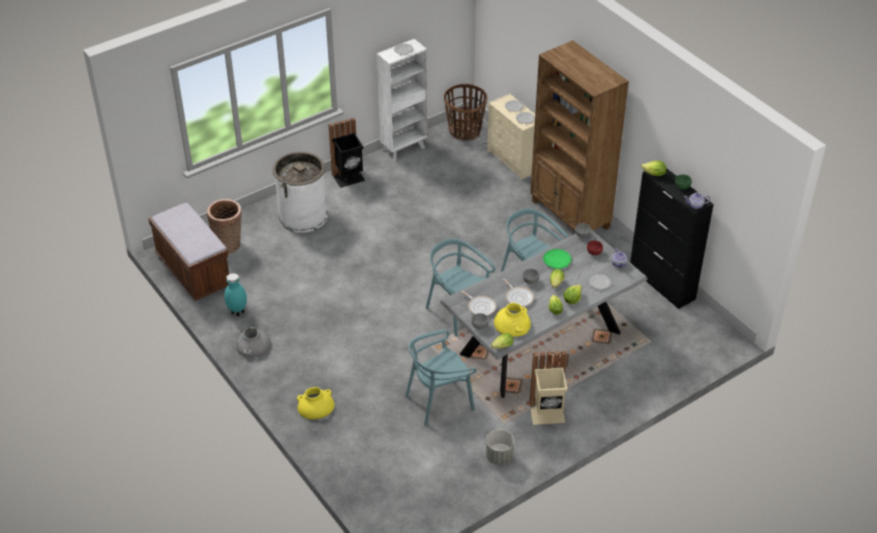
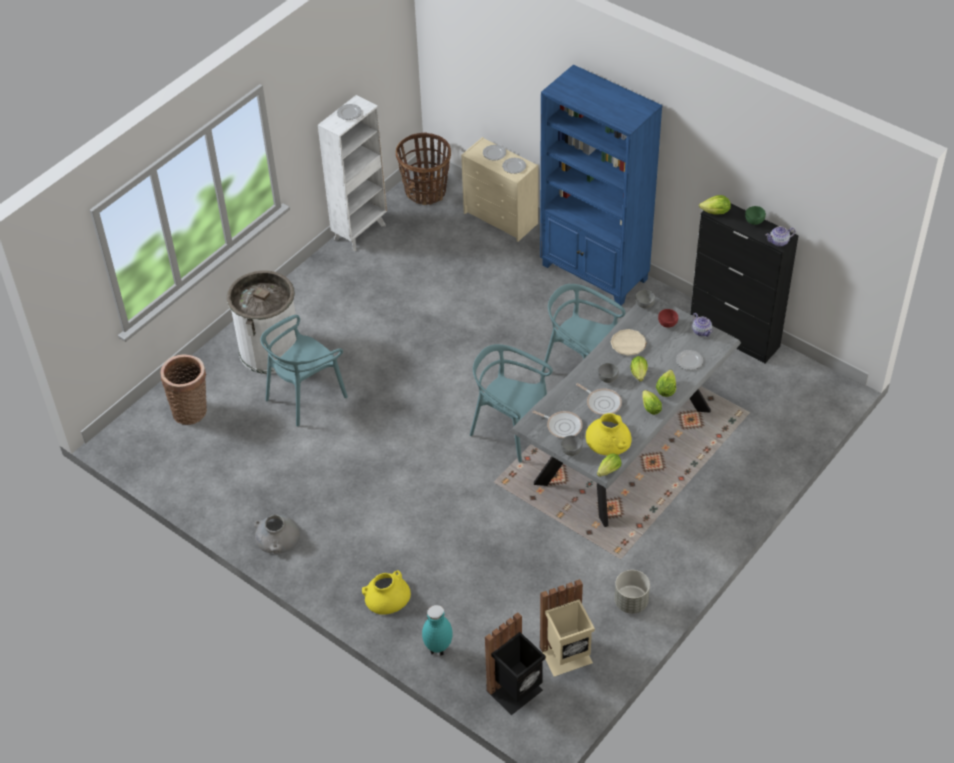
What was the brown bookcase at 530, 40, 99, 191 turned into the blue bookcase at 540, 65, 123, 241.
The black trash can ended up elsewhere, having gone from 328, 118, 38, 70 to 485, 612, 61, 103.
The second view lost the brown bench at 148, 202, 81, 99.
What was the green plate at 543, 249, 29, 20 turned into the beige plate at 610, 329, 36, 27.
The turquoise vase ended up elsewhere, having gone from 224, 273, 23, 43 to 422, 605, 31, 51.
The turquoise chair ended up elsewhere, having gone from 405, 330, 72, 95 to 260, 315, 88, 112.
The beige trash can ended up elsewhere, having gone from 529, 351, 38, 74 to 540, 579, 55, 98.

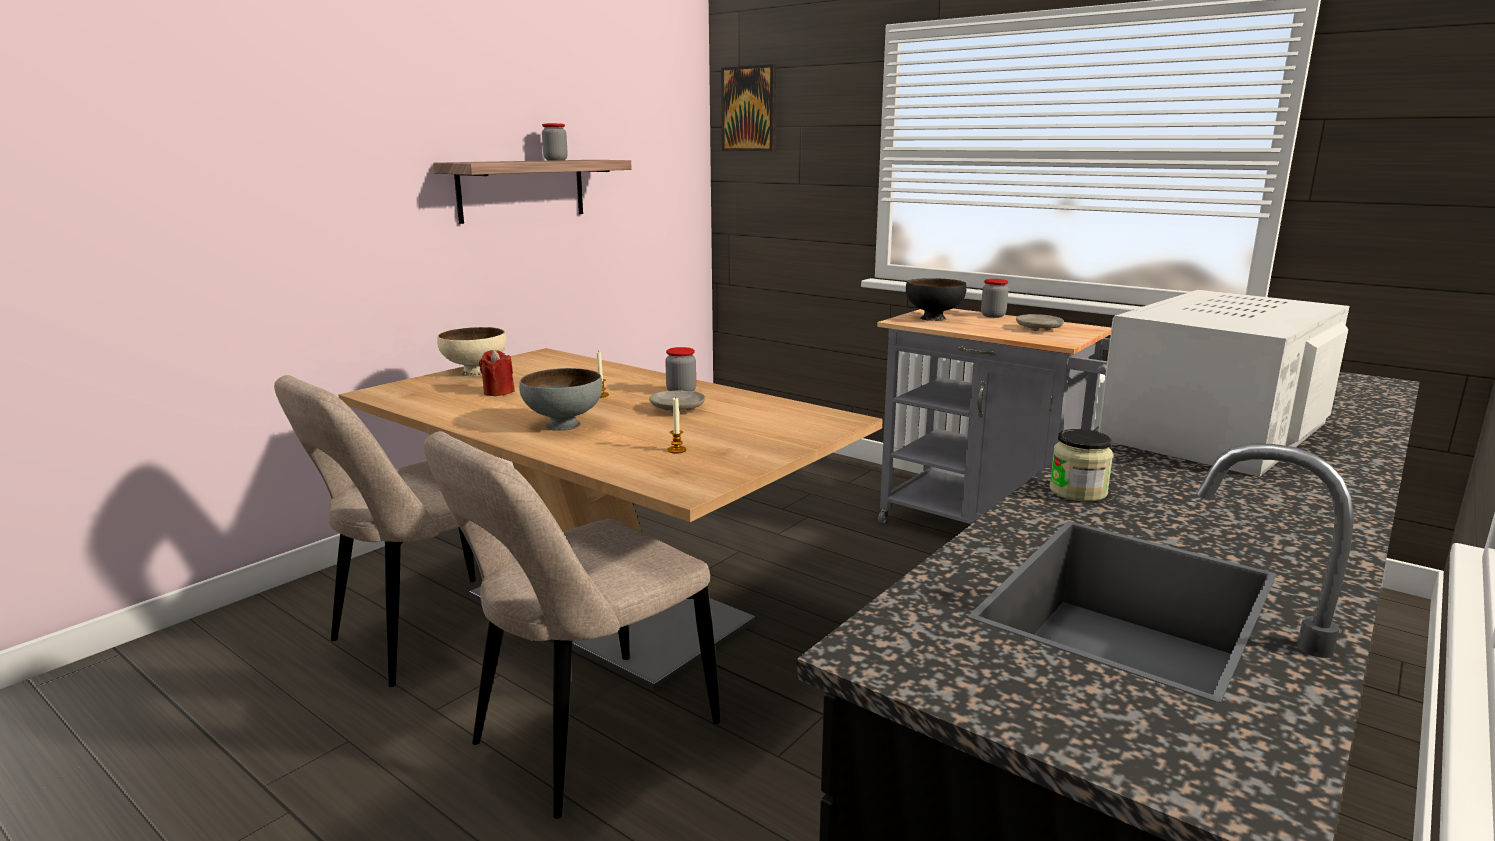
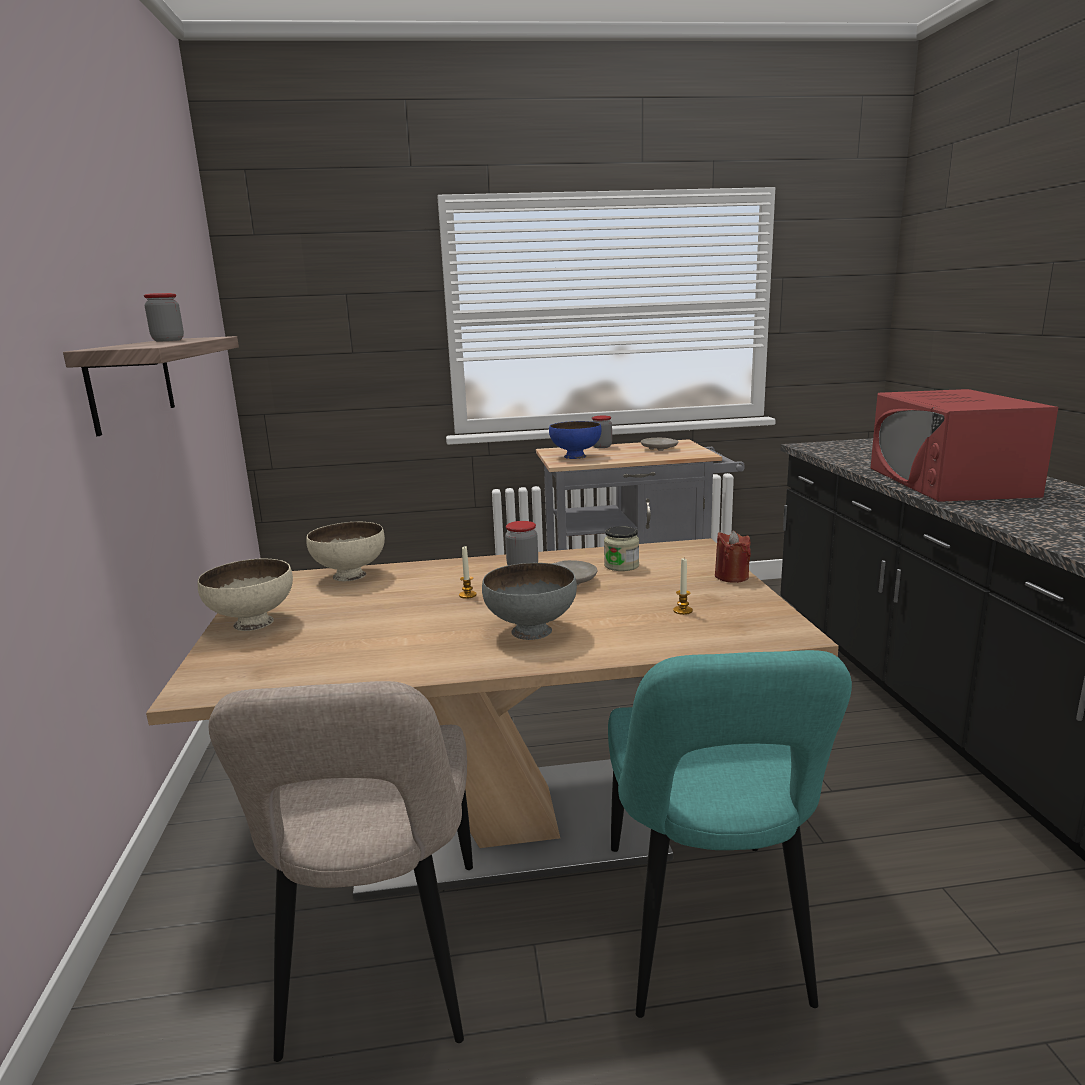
The second view lost the picture at 721, 64, 55, 87.
What was the black bowl at 906, 278, 61, 43 turned into the blue bowl at 549, 421, 52, 38.
What was the white microwave at 1098, 290, 252, 187 turned into the red microwave at 870, 389, 188, 113.
The red candle ended up elsewhere, having gone from 479, 350, 36, 46 to 715, 530, 36, 53.
The jar ended up elsewhere, having gone from 1050, 429, 63, 73 to 604, 526, 35, 45.
What was the beige chair at 423, 431, 297, 388 turned into the turquoise chair at 608, 650, 244, 368.
The second view gained the beige bowl at 306, 522, 79, 59.

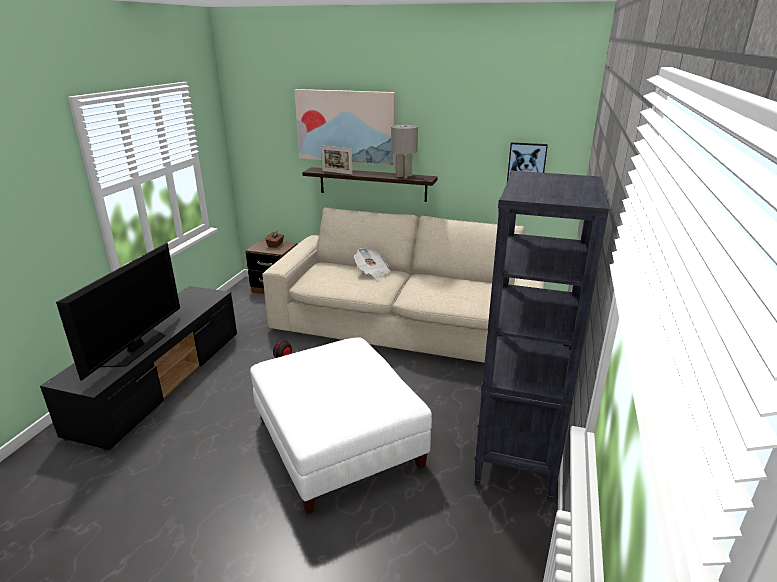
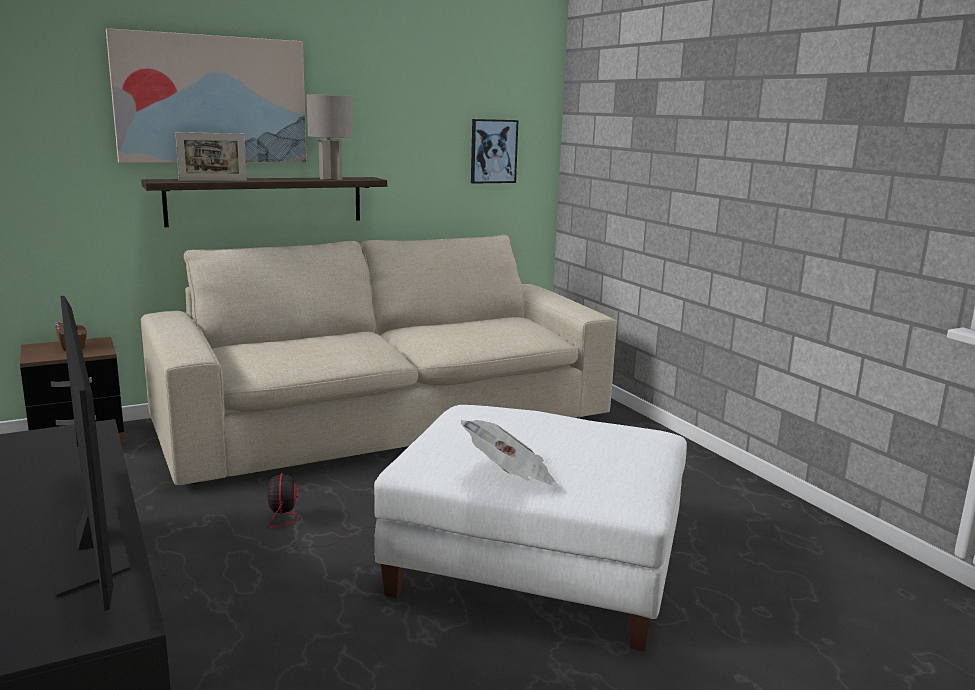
The second view lost the black bookcase at 474, 171, 135, 331.
The newspaper ended up elsewhere, having gone from 354, 248, 37, 32 to 461, 420, 97, 66.

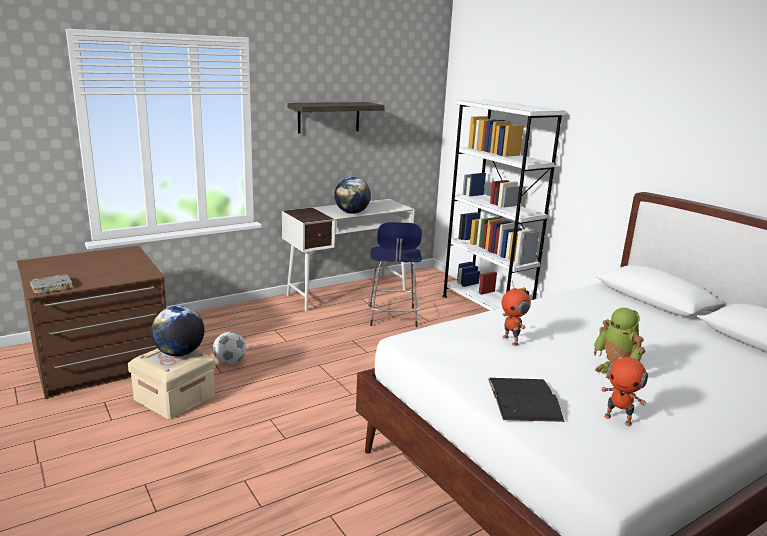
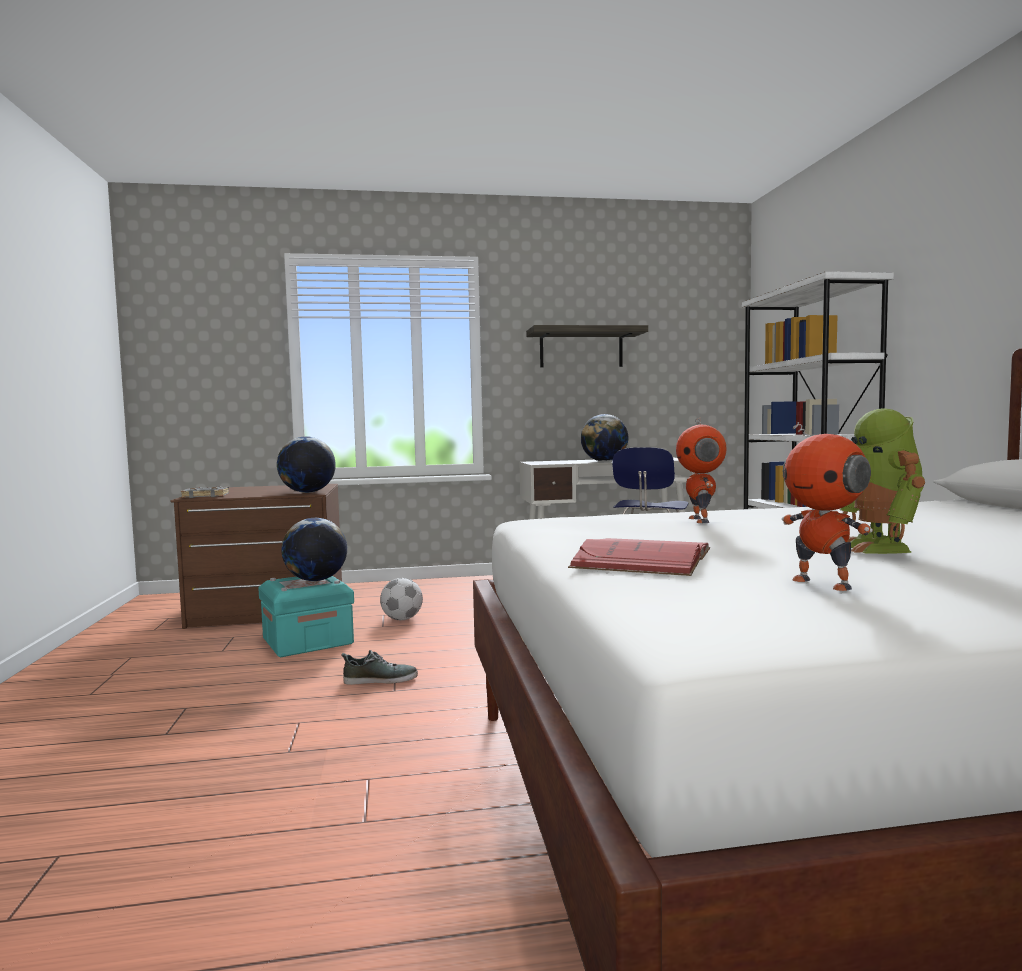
What was the beige storage box at 128, 348, 87, 72 turned into the turquoise storage box at 258, 576, 96, 81.
What was the black book at 488, 378, 77, 44 turned into the red book at 568, 538, 142, 38.
The second view gained the globe at 277, 436, 59, 57.
The second view gained the shoe at 341, 650, 77, 35.

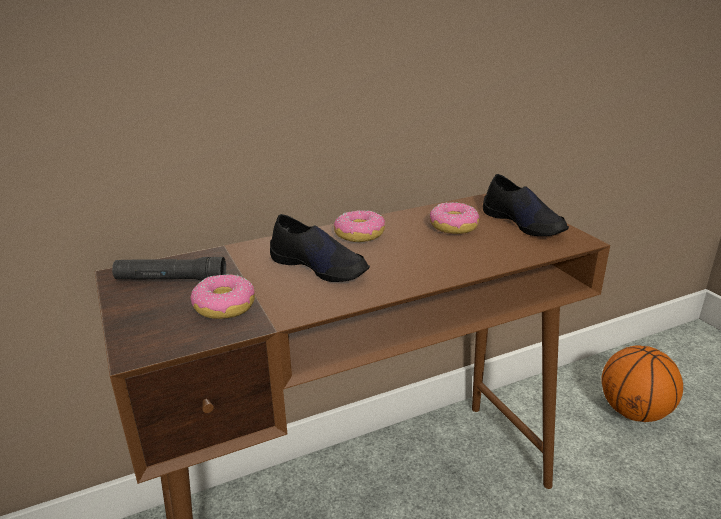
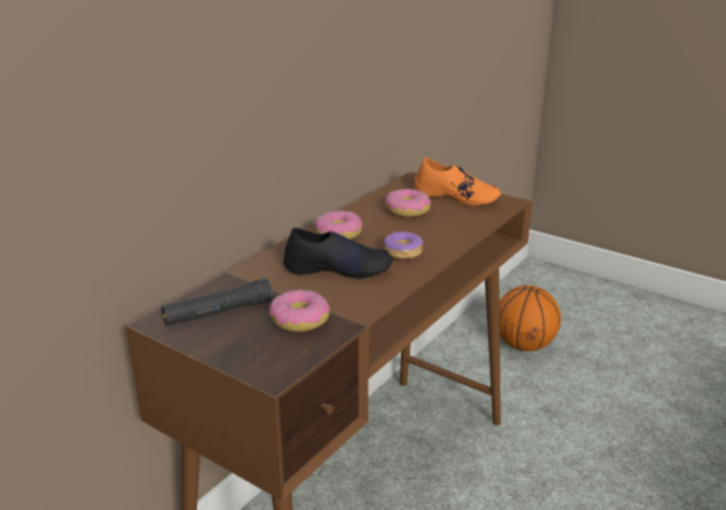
What was the black shoe at 483, 174, 86, 62 turned into the orange shoe at 414, 158, 87, 48.
The second view gained the donut at 384, 231, 39, 28.

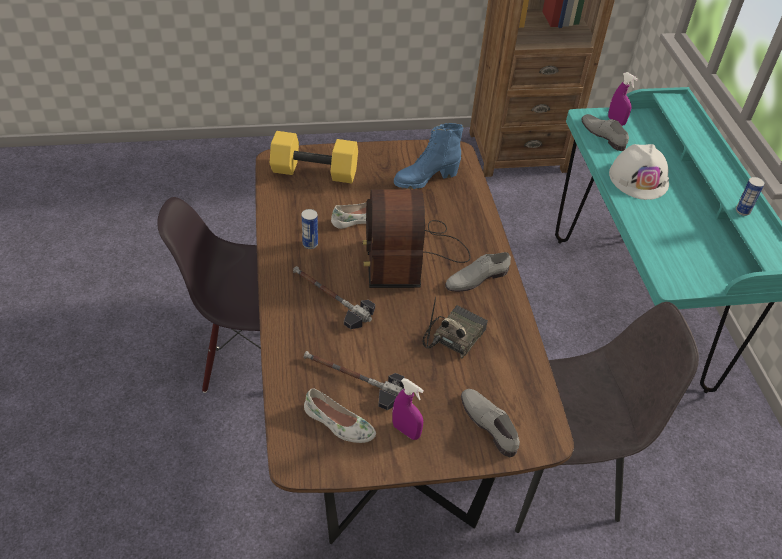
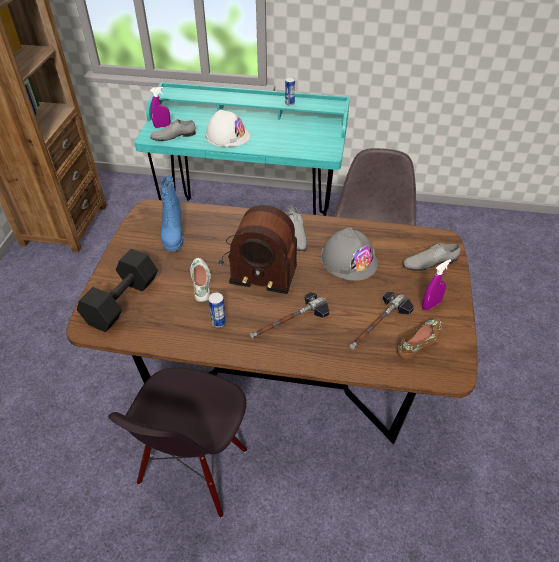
What was the yellow dumbbell at 270, 131, 88, 52 turned into the black dumbbell at 77, 249, 81, 83.
Where the radio stood at 422, 297, 66, 62, the grey hard hat came to stand at 321, 227, 57, 54.
What was the white shoe at 304, 388, 72, 55 turned into the brown shoe at 397, 319, 46, 40.

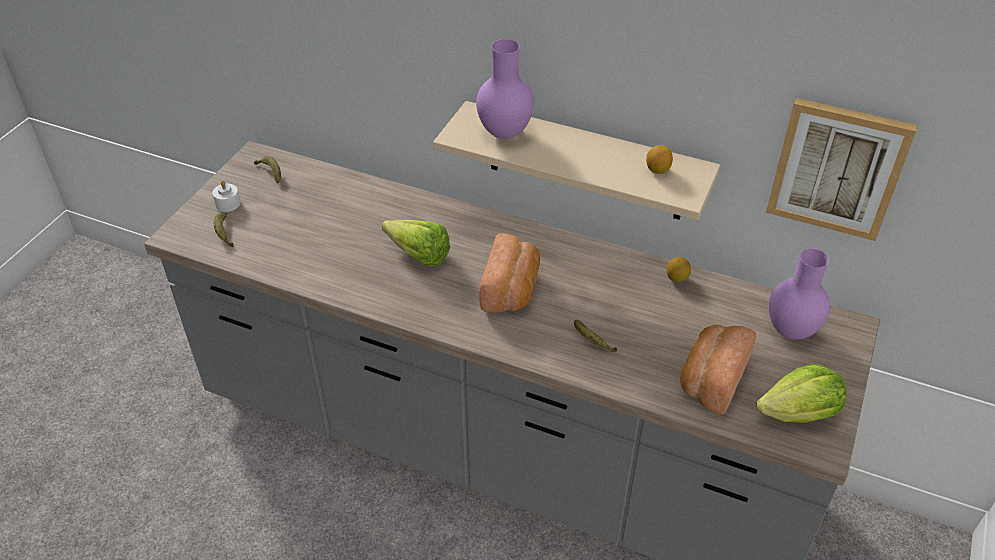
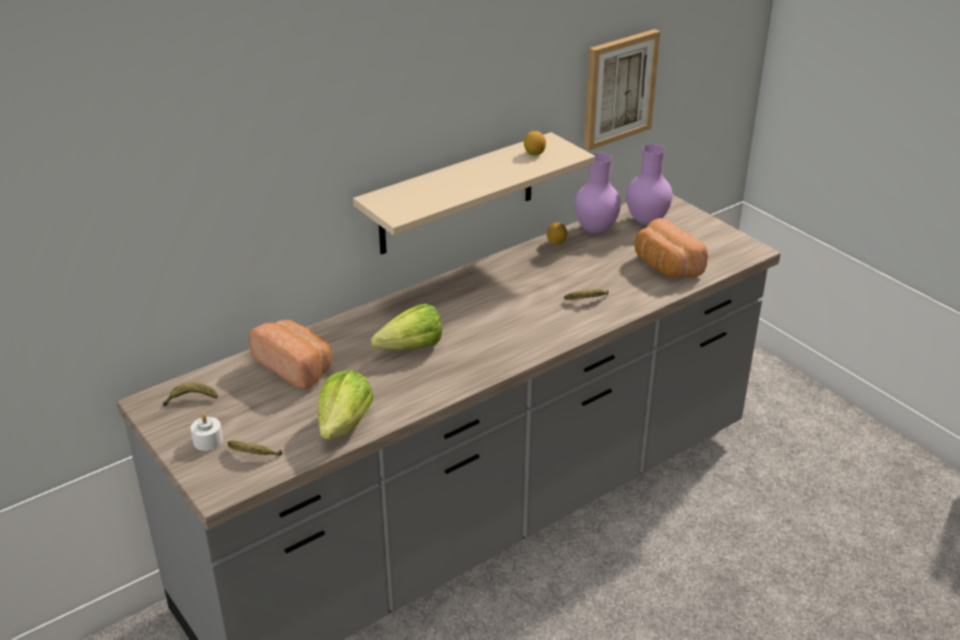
The purple vase ended up elsewhere, having gone from 476, 39, 58, 100 to 574, 153, 47, 81.
The bread ended up elsewhere, having gone from 479, 233, 61, 80 to 249, 320, 83, 70.
The lettuce ended up elsewhere, having gone from 756, 364, 91, 59 to 318, 370, 56, 69.

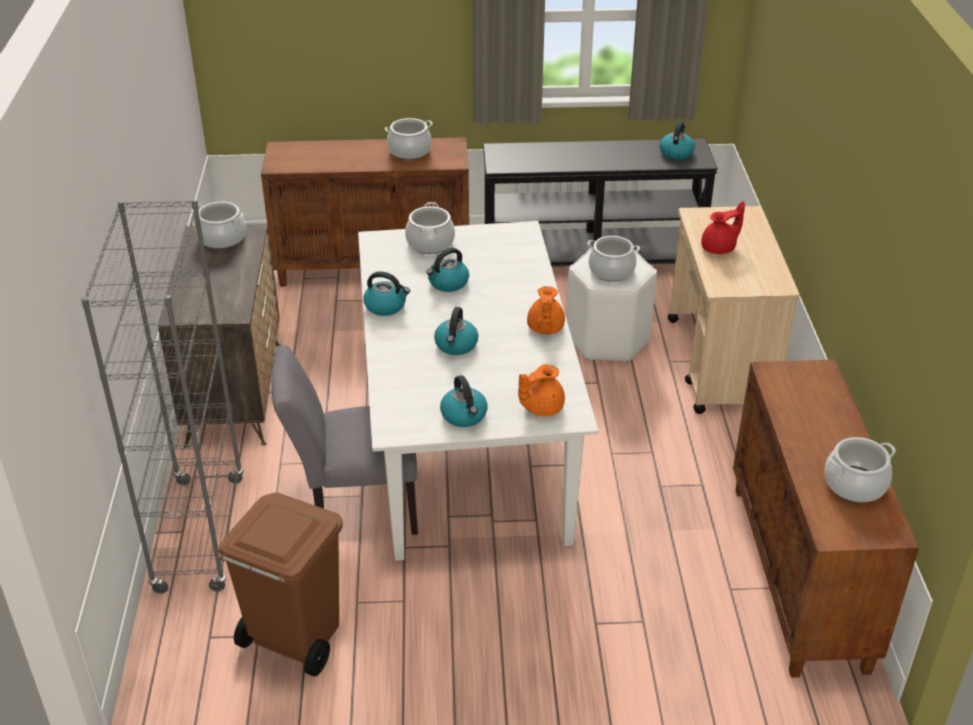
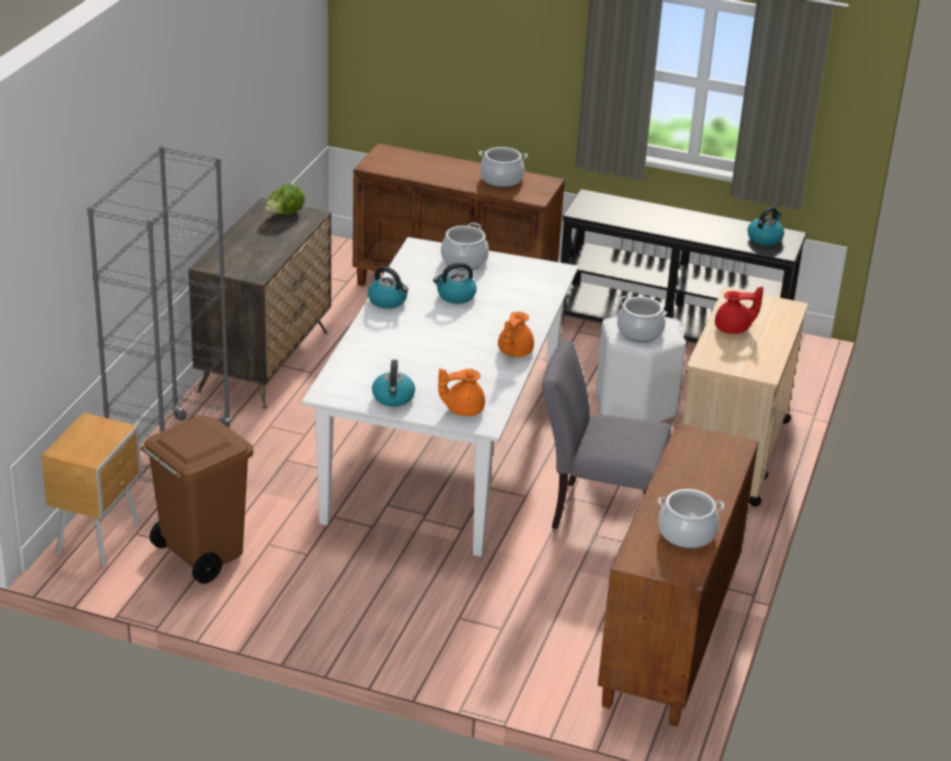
Where the cooking pot stood at 192, 202, 54, 47, the lettuce came to stand at 265, 184, 40, 31.
The second view lost the kettle at 434, 307, 44, 48.
The grey chair ended up elsewhere, having gone from 272, 345, 146, 190 to 542, 339, 129, 190.
The second view gained the brown nightstand at 41, 412, 100, 155.

